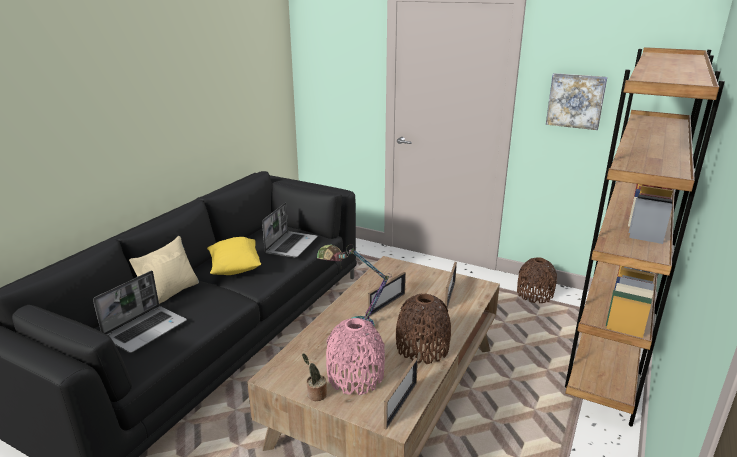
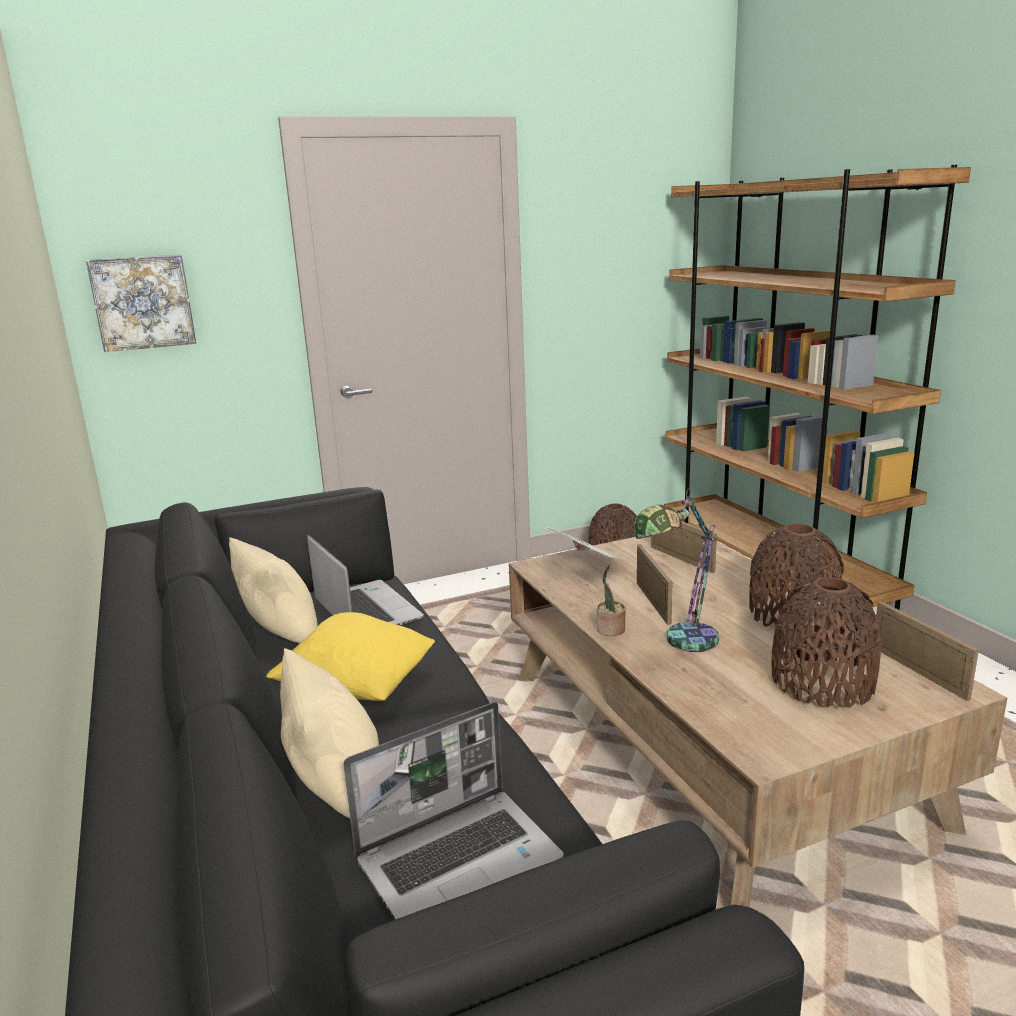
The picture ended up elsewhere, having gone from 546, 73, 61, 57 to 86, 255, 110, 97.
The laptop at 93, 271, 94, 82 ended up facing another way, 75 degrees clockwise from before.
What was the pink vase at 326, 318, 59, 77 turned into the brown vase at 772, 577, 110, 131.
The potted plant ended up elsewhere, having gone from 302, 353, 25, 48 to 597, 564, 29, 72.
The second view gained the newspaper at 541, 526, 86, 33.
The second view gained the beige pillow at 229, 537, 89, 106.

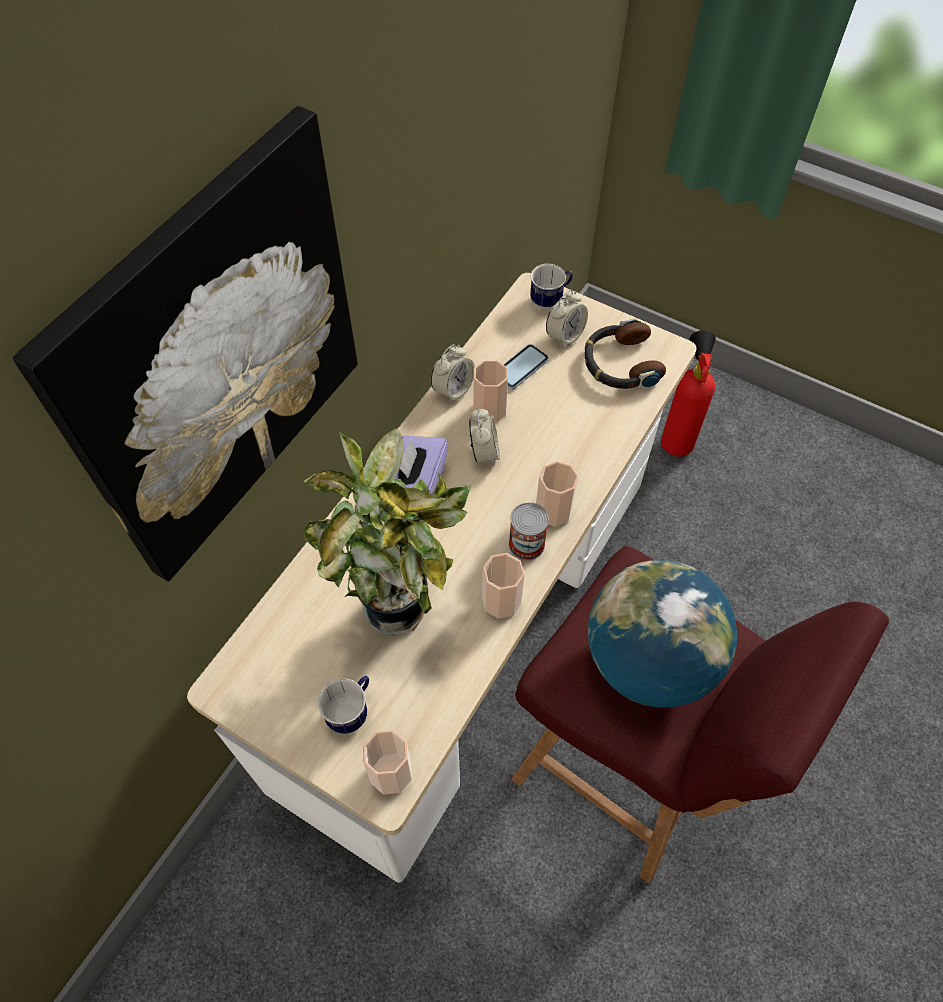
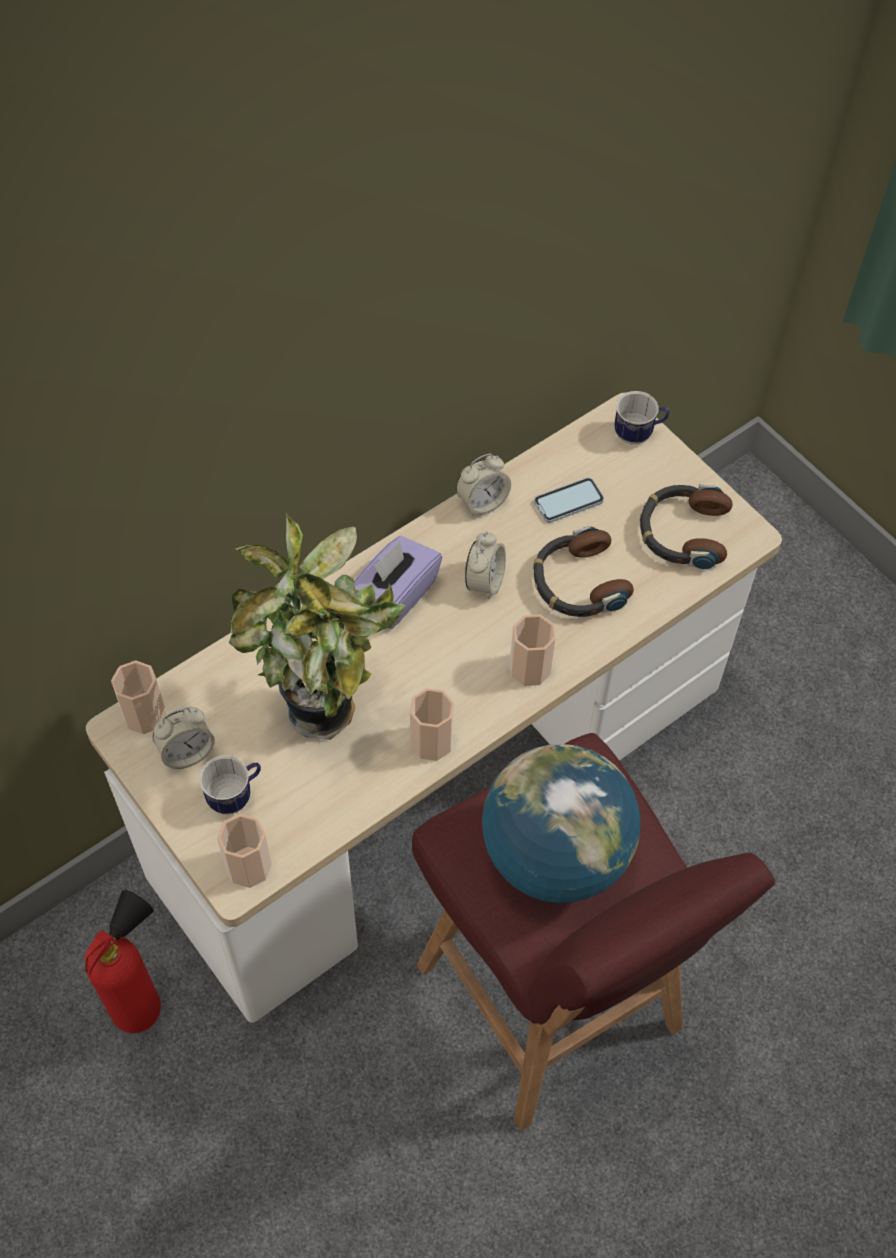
The second view lost the picture at 13, 106, 345, 476.
The alarm clock ended up elsewhere, having gone from 546, 290, 42, 58 to 152, 707, 63, 62.
The fire extinguisher ended up elsewhere, having gone from 661, 330, 55, 127 to 84, 890, 77, 143.
The cup ended up elsewhere, having gone from 473, 360, 35, 63 to 111, 661, 56, 73.
The second view lost the can at 509, 502, 40, 58.
The second view gained the headphones at 533, 526, 101, 91.

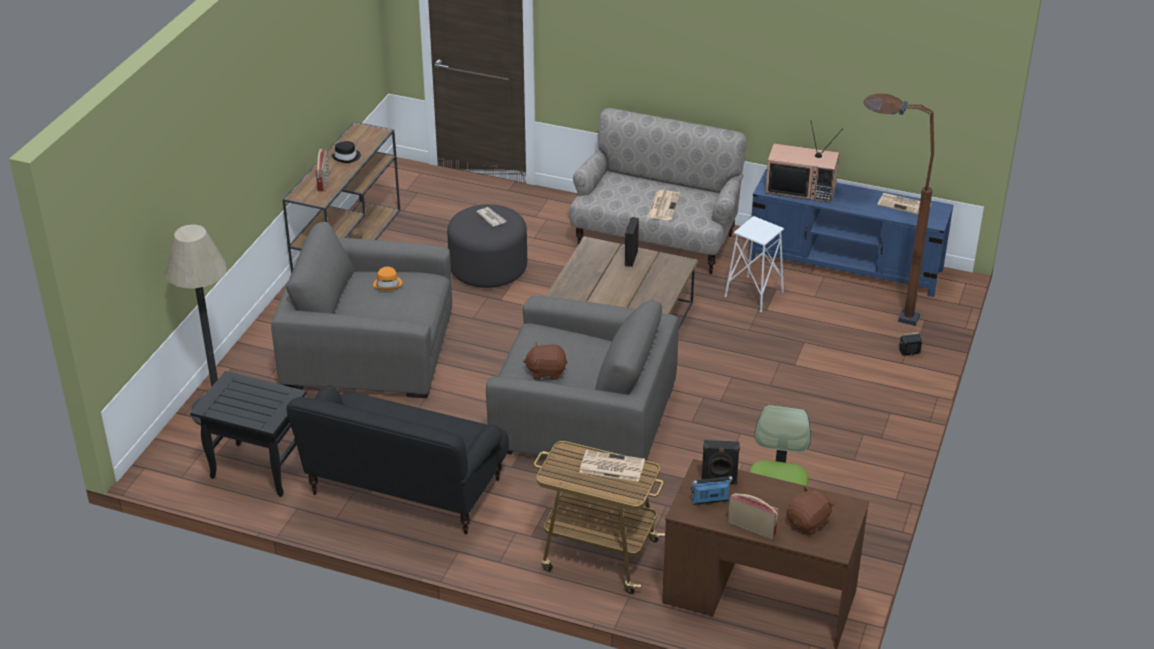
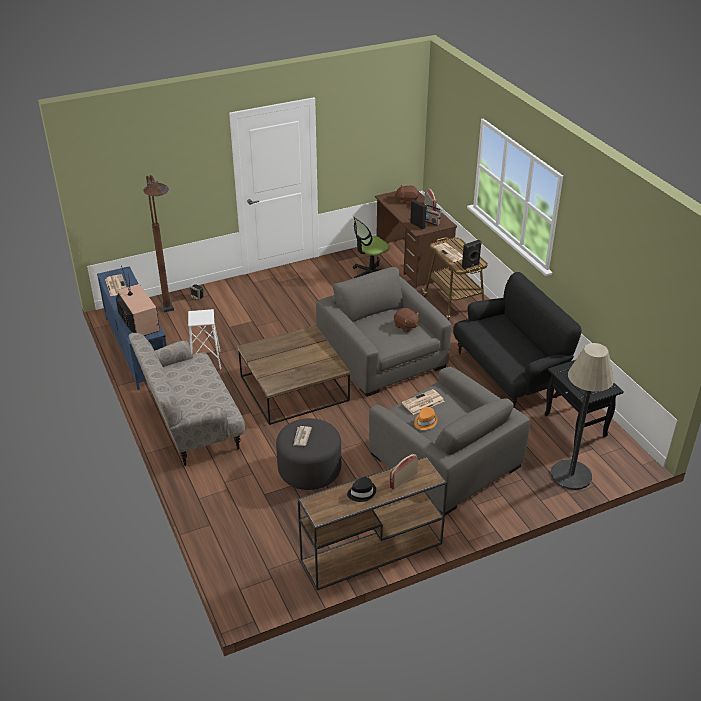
The newspaper ended up elsewhere, having gone from 647, 190, 34, 30 to 402, 389, 42, 26.
The black speaker ended up elsewhere, having gone from 624, 217, 15, 50 to 462, 240, 20, 30.

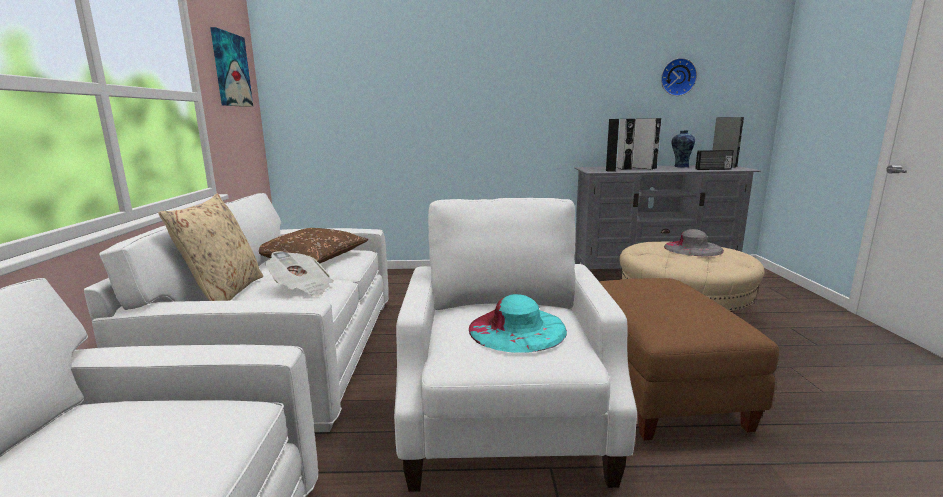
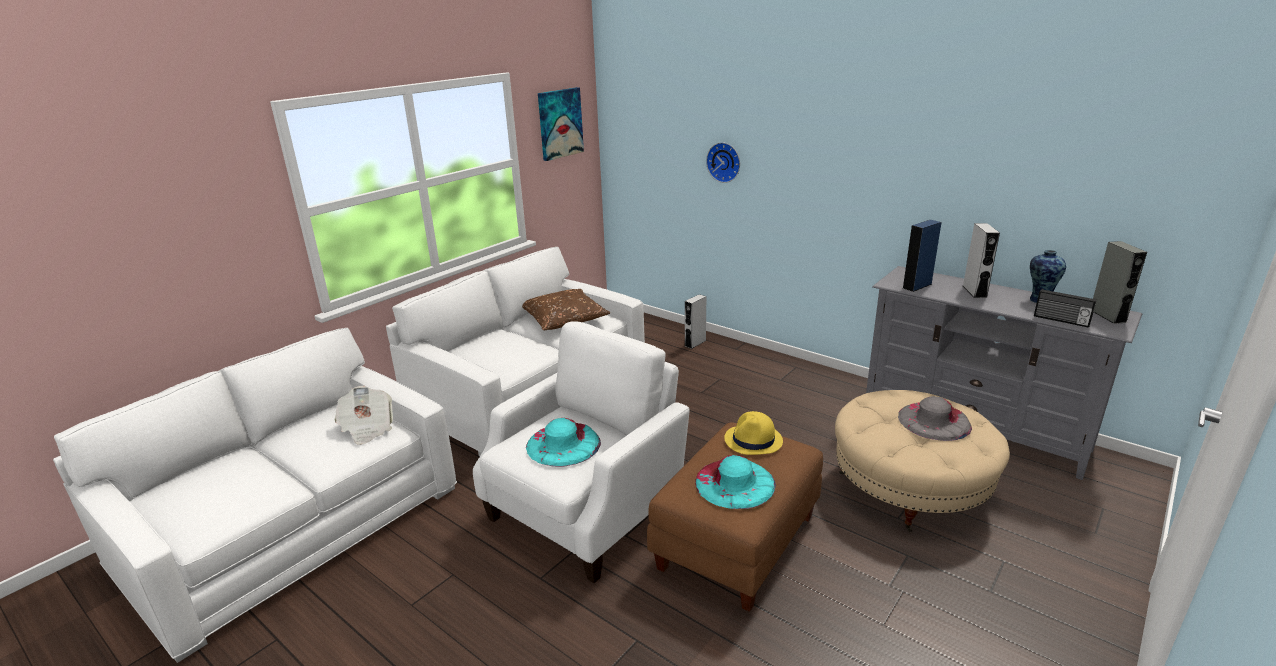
The wall clock ended up elsewhere, having gone from 661, 58, 36, 38 to 706, 142, 34, 41.
The grey speaker ended up elsewhere, having gone from 617, 119, 18, 51 to 685, 294, 21, 55.
The second view lost the beige pillow at 158, 193, 105, 108.
The newspaper ended up elsewhere, having gone from 265, 251, 69, 45 to 335, 386, 58, 59.
The second view gained the yellow hat at 724, 411, 59, 44.
The second view gained the turquoise hat at 695, 455, 81, 54.

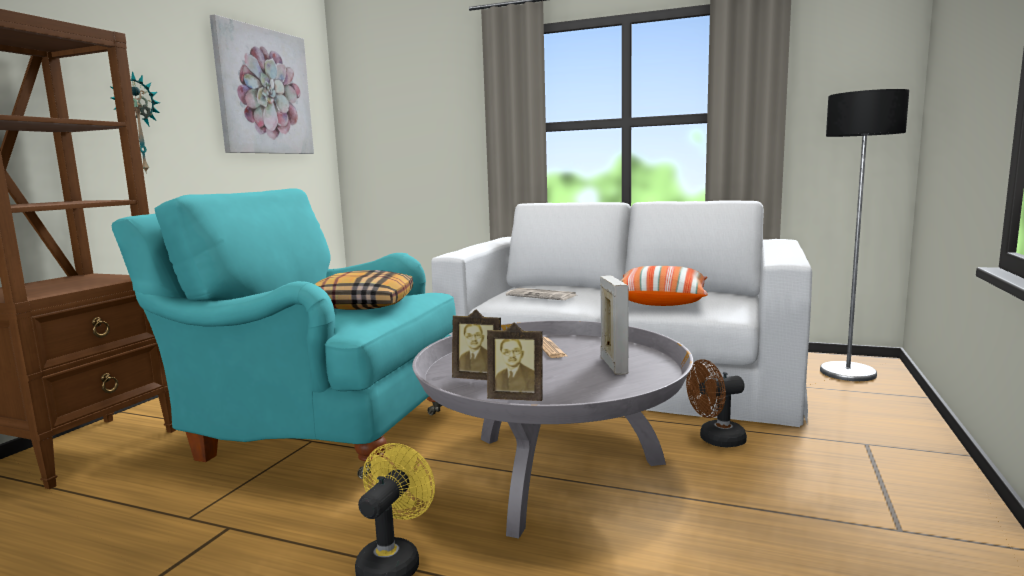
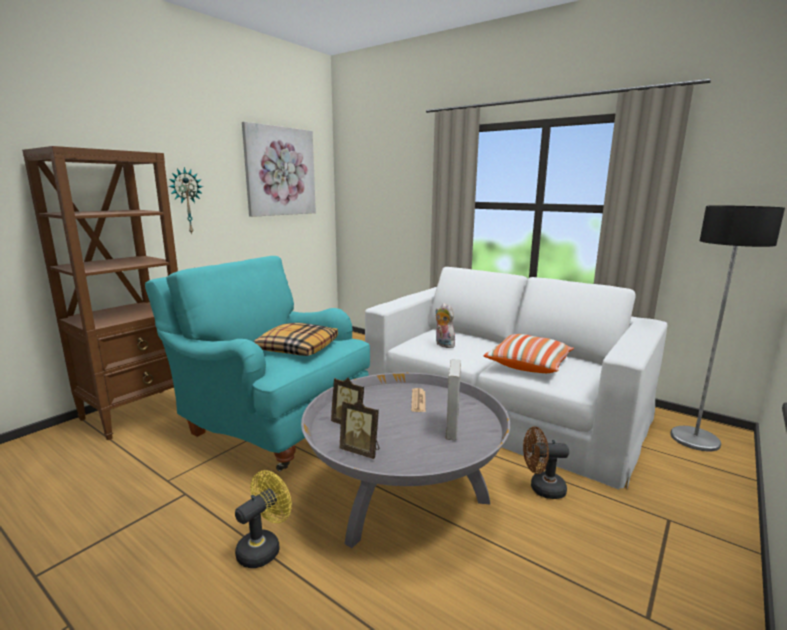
Where the newspaper stood at 506, 288, 70, 12, the plush toy came to stand at 436, 303, 19, 45.

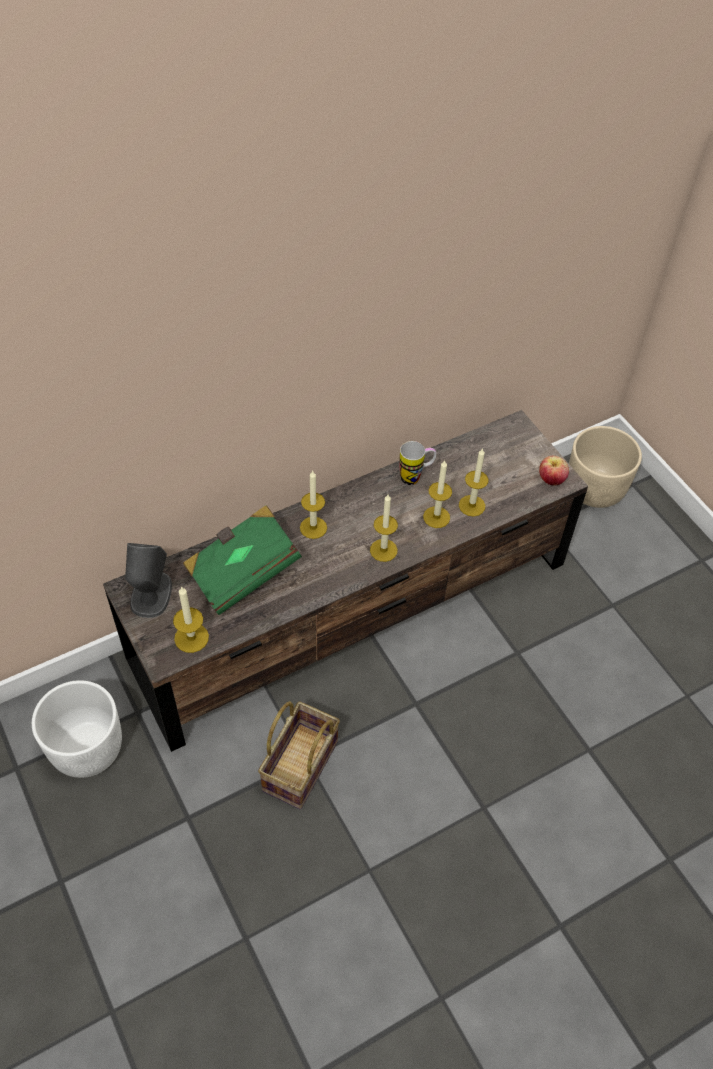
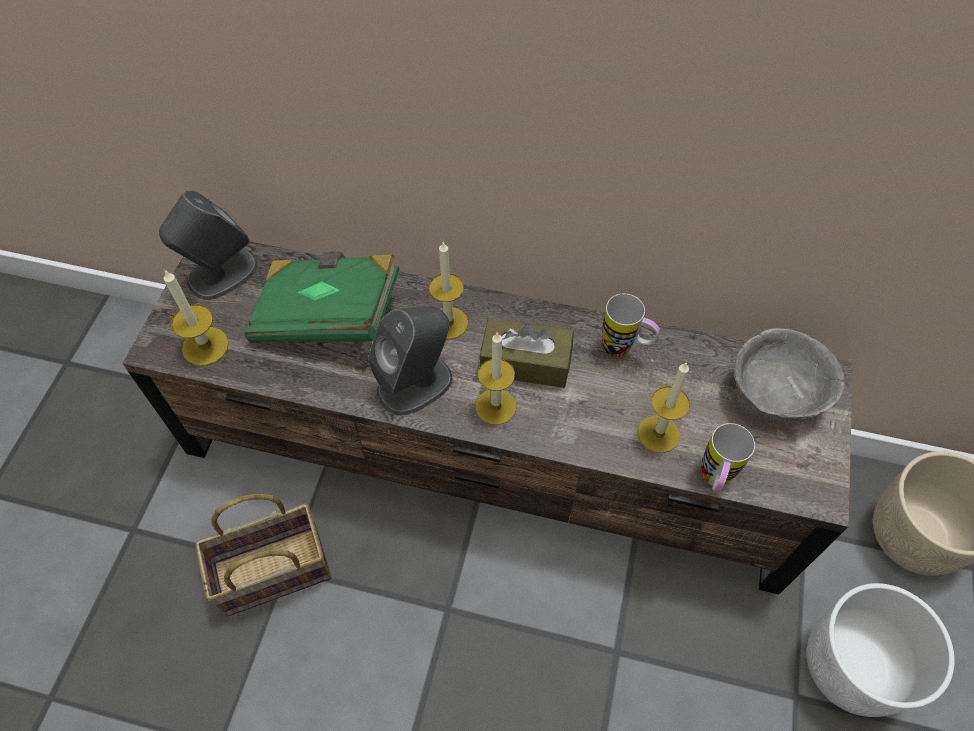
The second view lost the apple at 539, 456, 30, 30.
The second view lost the candle at 423, 461, 29, 67.
The white planter ended up elsewhere, having gone from 32, 680, 90, 98 to 807, 583, 148, 134.
The second view gained the grey speaker at 368, 306, 85, 110.
The second view gained the brown tissue box at 479, 318, 95, 70.
The second view gained the grey bowl at 734, 328, 111, 94.
The second view gained the mug at 701, 423, 54, 69.

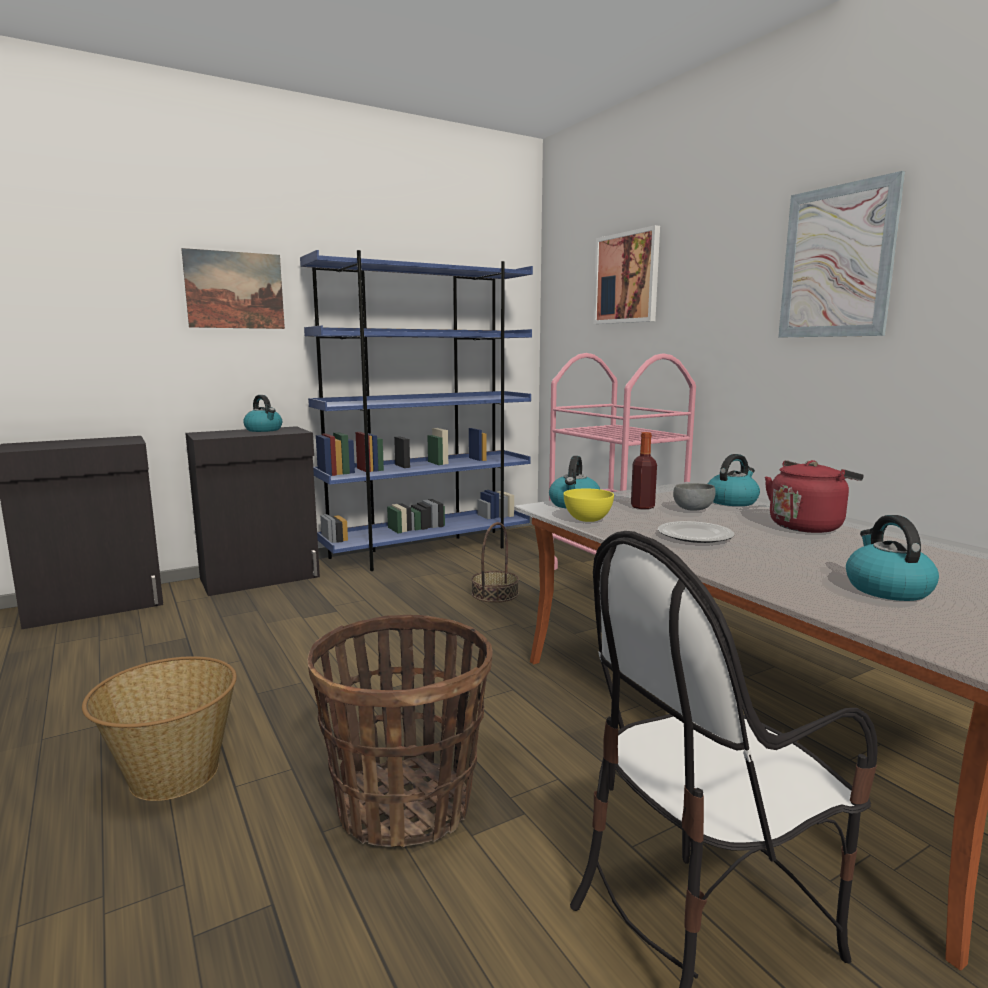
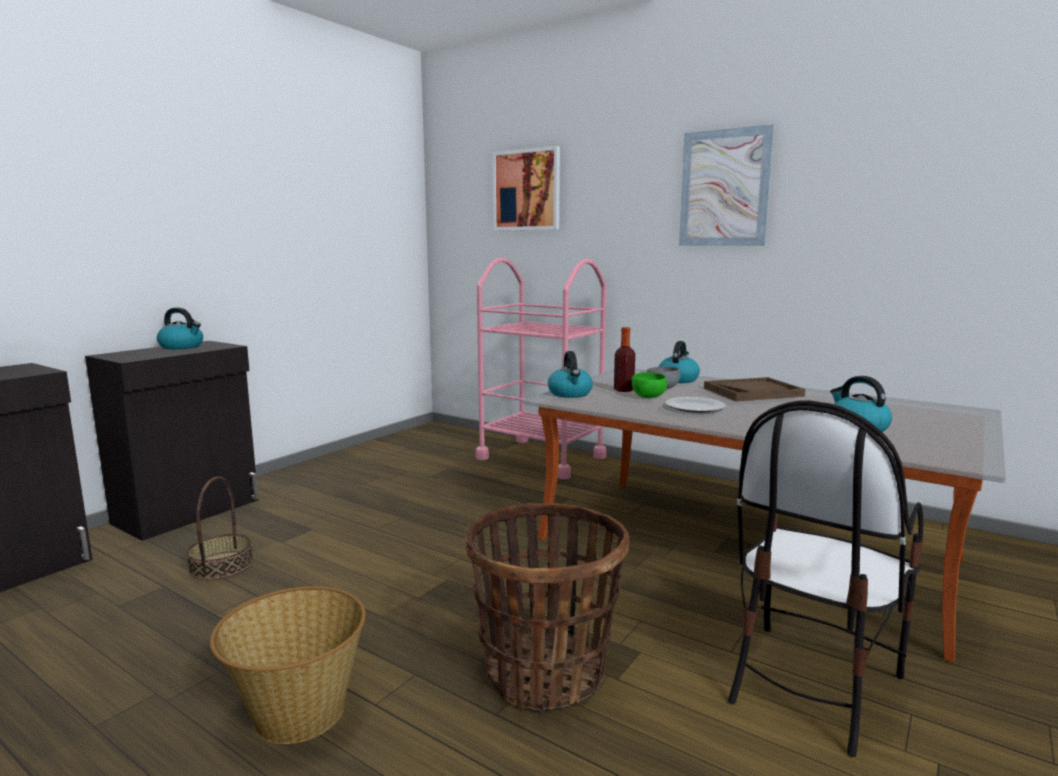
The second view lost the picture at 181, 248, 104, 81.
The second view lost the blue bookcase at 300, 250, 233, 321.
Where the red kettle stood at 765, 460, 99, 73, the brown tray came to stand at 704, 377, 101, 24.
The second view lost the yellow bowl at 563, 489, 51, 33.
The basket ended up elsewhere, having gone from 471, 522, 48, 81 to 186, 476, 68, 104.
The second view gained the green bowl at 632, 373, 35, 25.

